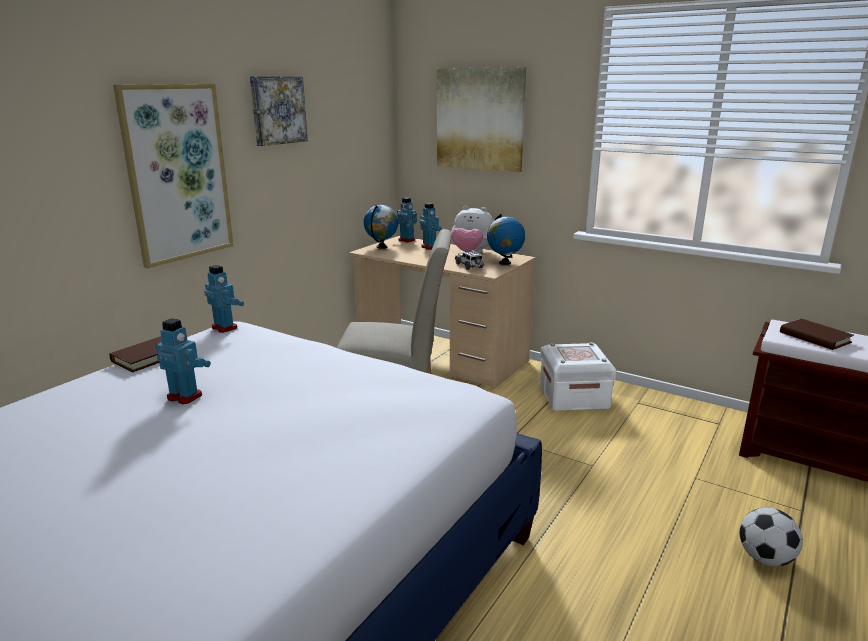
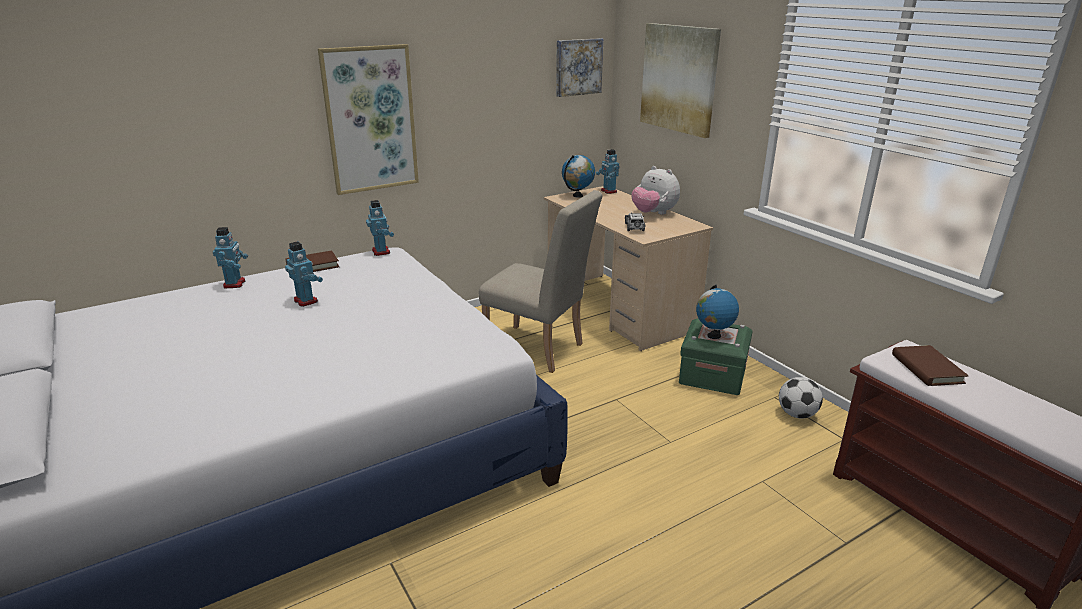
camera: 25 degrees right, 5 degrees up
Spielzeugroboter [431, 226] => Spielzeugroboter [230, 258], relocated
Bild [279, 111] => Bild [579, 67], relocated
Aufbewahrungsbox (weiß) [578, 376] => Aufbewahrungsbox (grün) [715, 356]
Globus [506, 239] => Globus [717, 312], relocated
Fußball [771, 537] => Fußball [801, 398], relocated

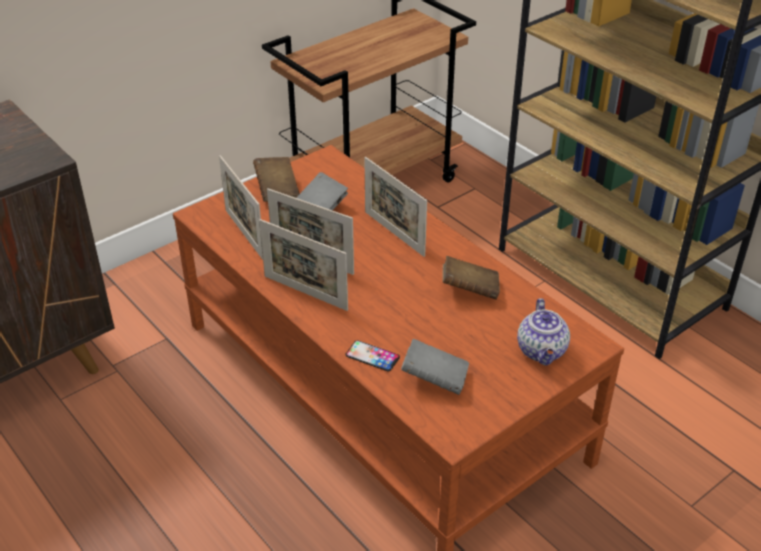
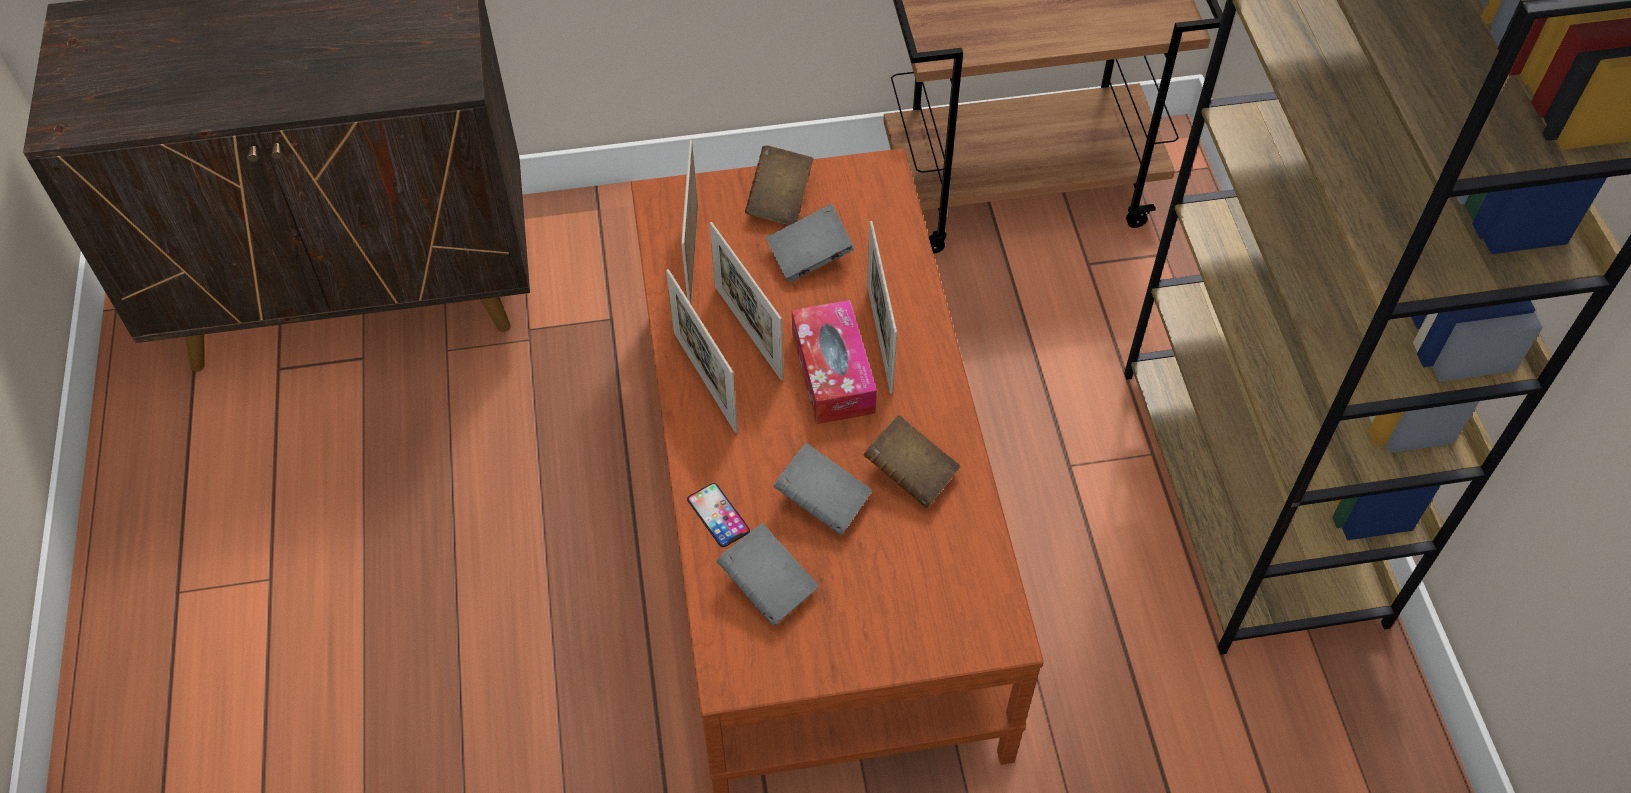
camera: 30 degrees right, 15 degrees up
nothing => Buch (grau) [822, 489]
nothing => Taschentuchbox [834, 362]
Teekanne [543, 331] => nothing

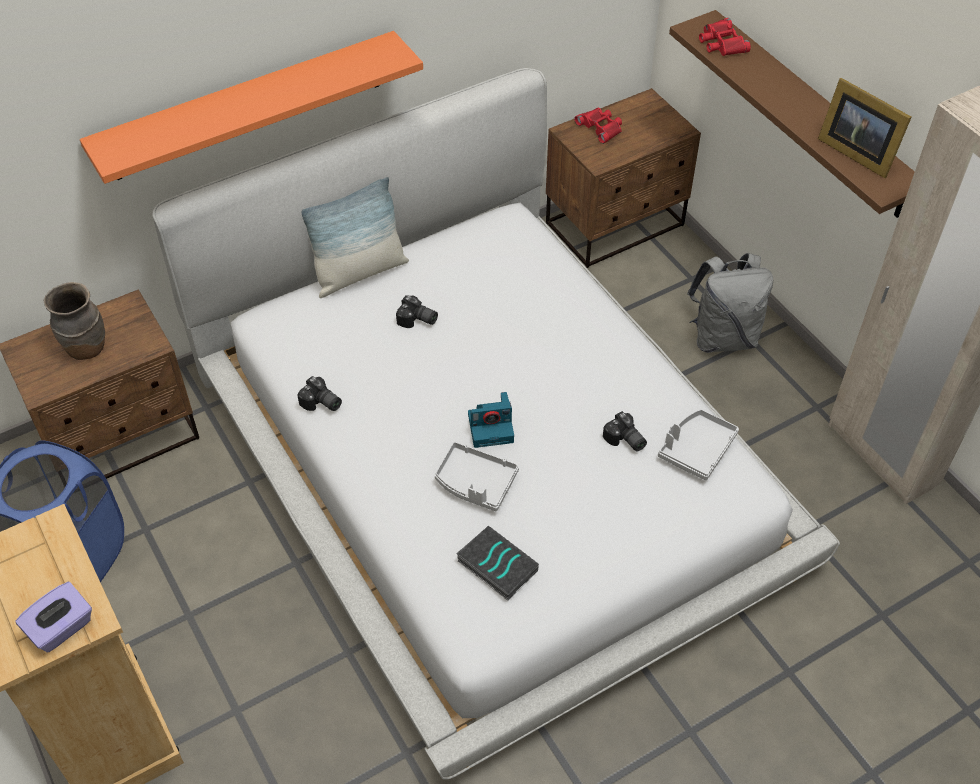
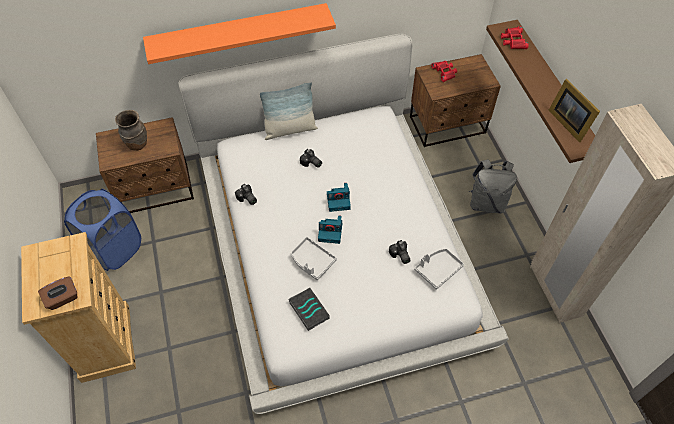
camera: 15 degrees right, 5 degrees up
Taschentuchbox (lila) [54, 617] => Taschentuchbox (braun) [57, 293]
nothing => Kamera [339, 197]

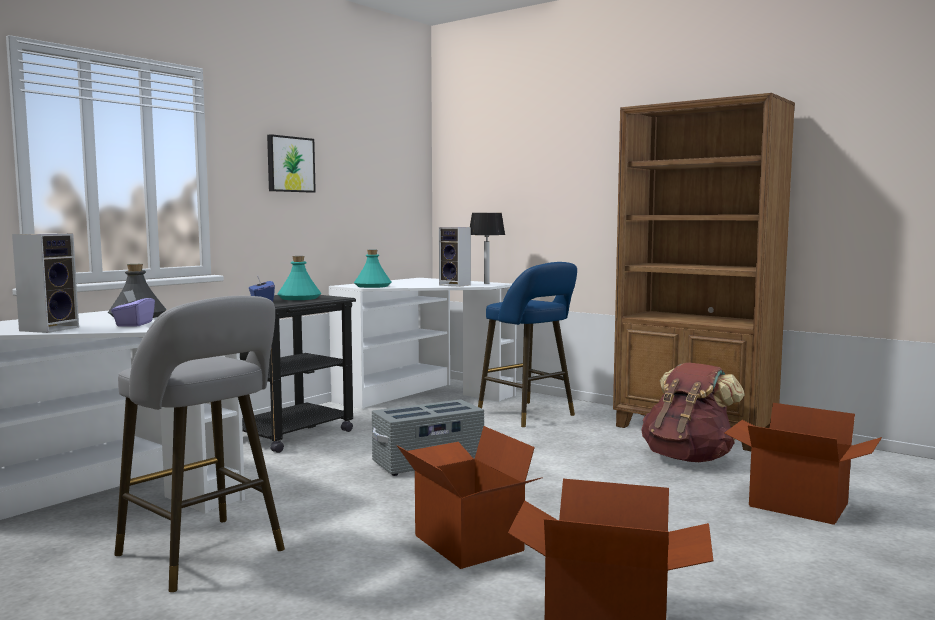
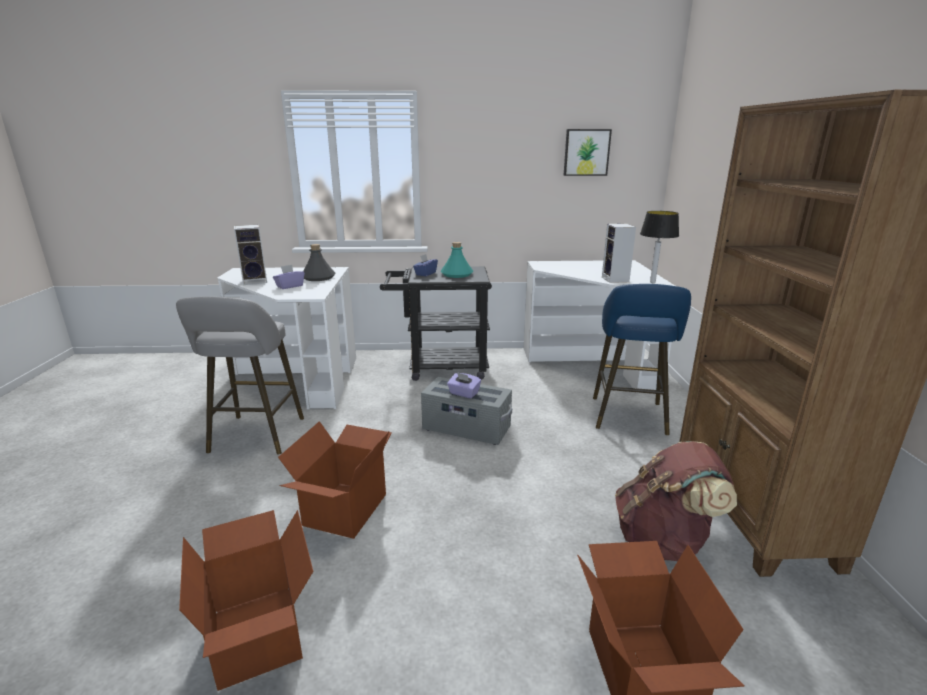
camera: 50 degrees right, 15 degrees up
nothing => Taschentuchbox (lila) [464, 385]
Bild [291, 163] => Bild [588, 152], relocated
Flasche (türkis) [372, 269] => nothing

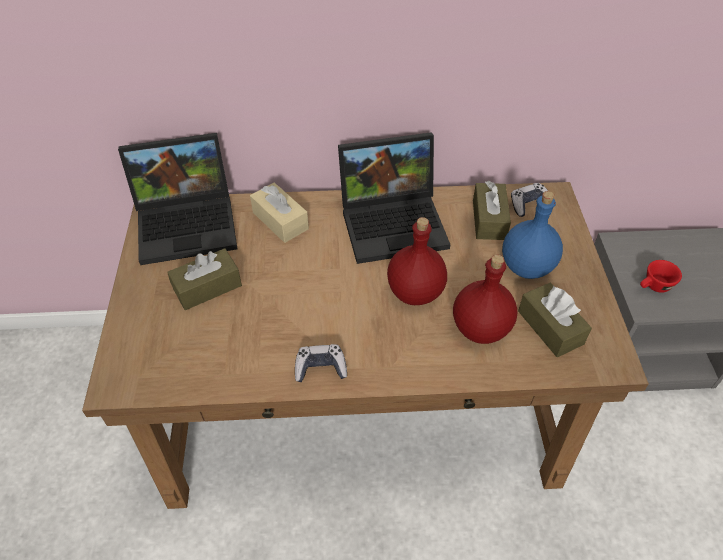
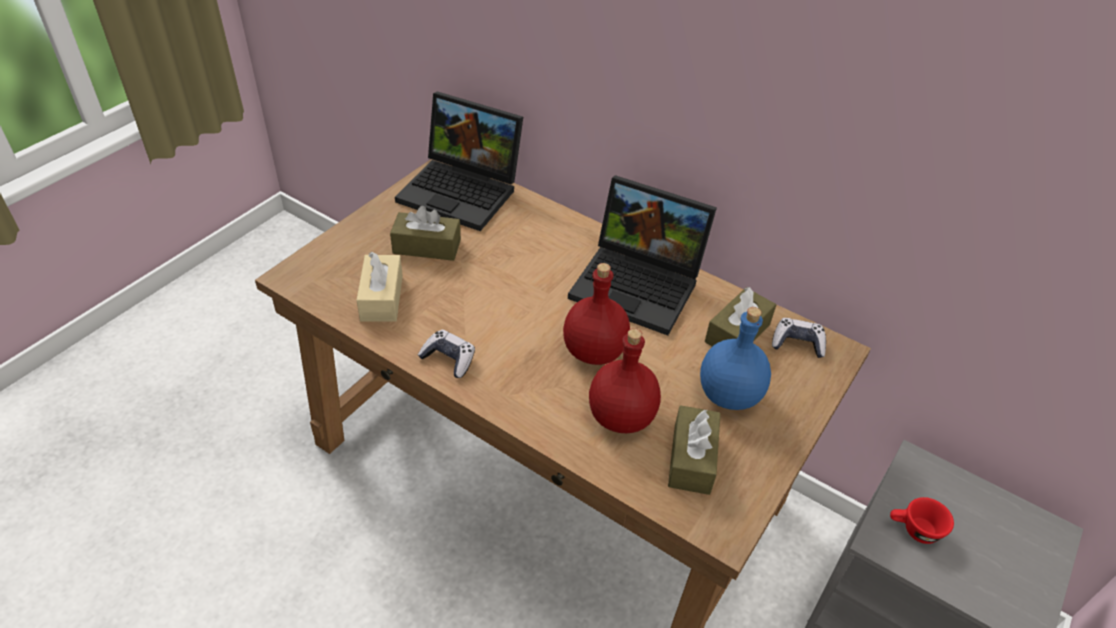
camera: 35 degrees right, 5 degrees down
Taschentuchbox (beige) [279, 213] => Taschentuchbox (beige) [379, 287], relocated

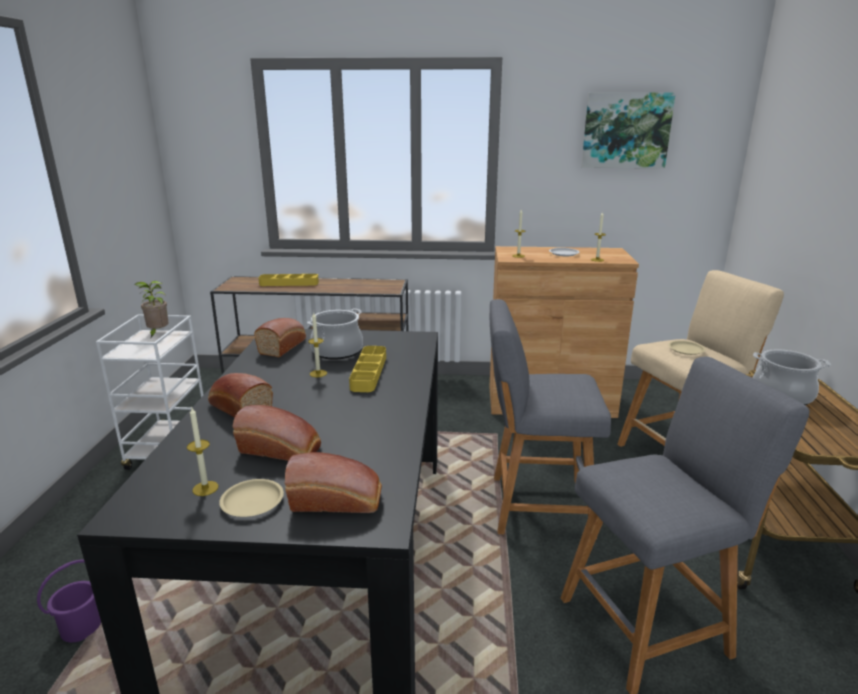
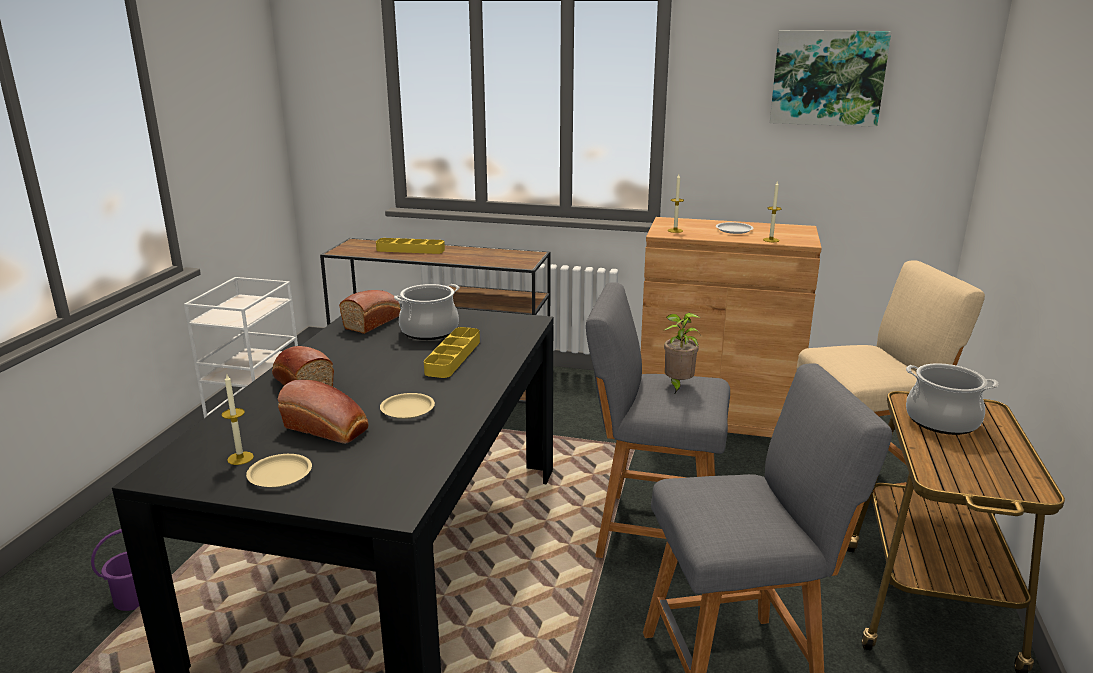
camera: 10 degrees right, 0 degrees up
Teller (beige) [687, 348] => Teller (beige) [407, 406], relocated
Topfpflanze [152, 309] => Topfpflanze [682, 353], relocated
Brot [333, 482] => nothing
Kerze [317, 345] => nothing

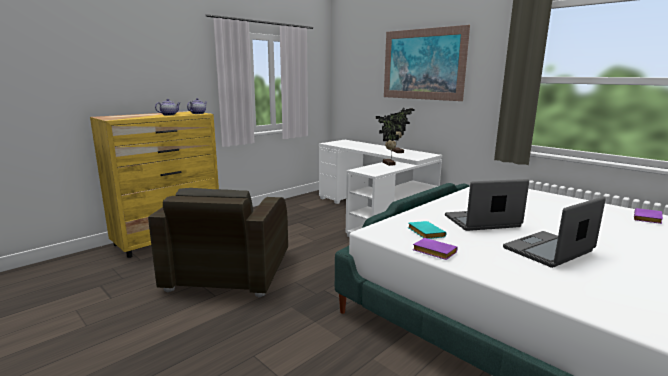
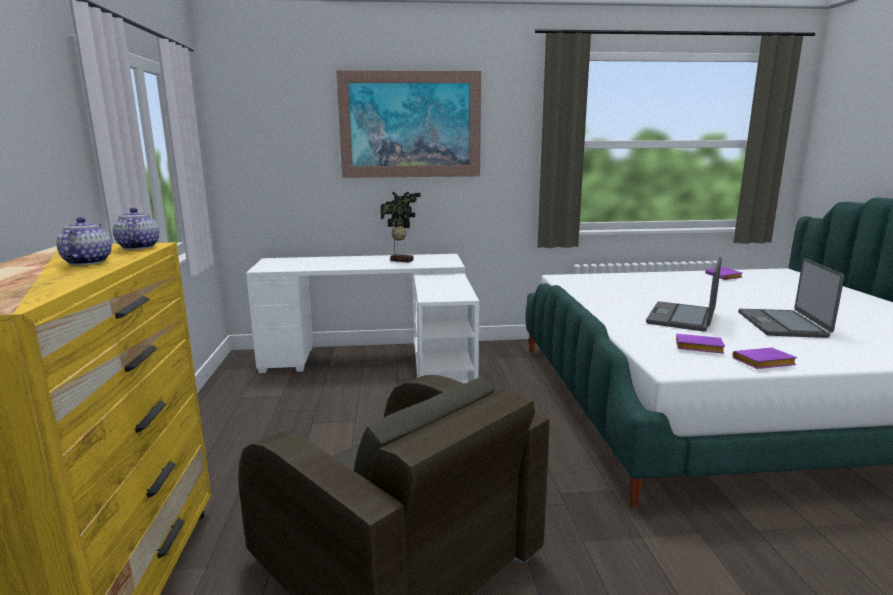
camera: 50 degrees left, 0 degrees up
Buch (türkis) [427, 230] => Buch (lila) [700, 344]
Topfpflanze [390, 140] => nothing

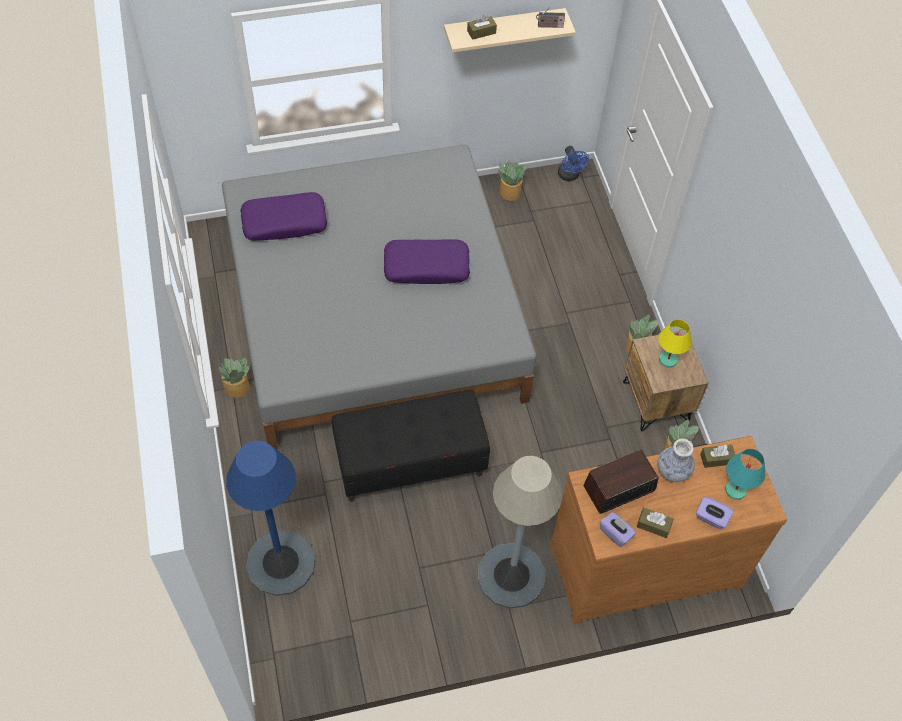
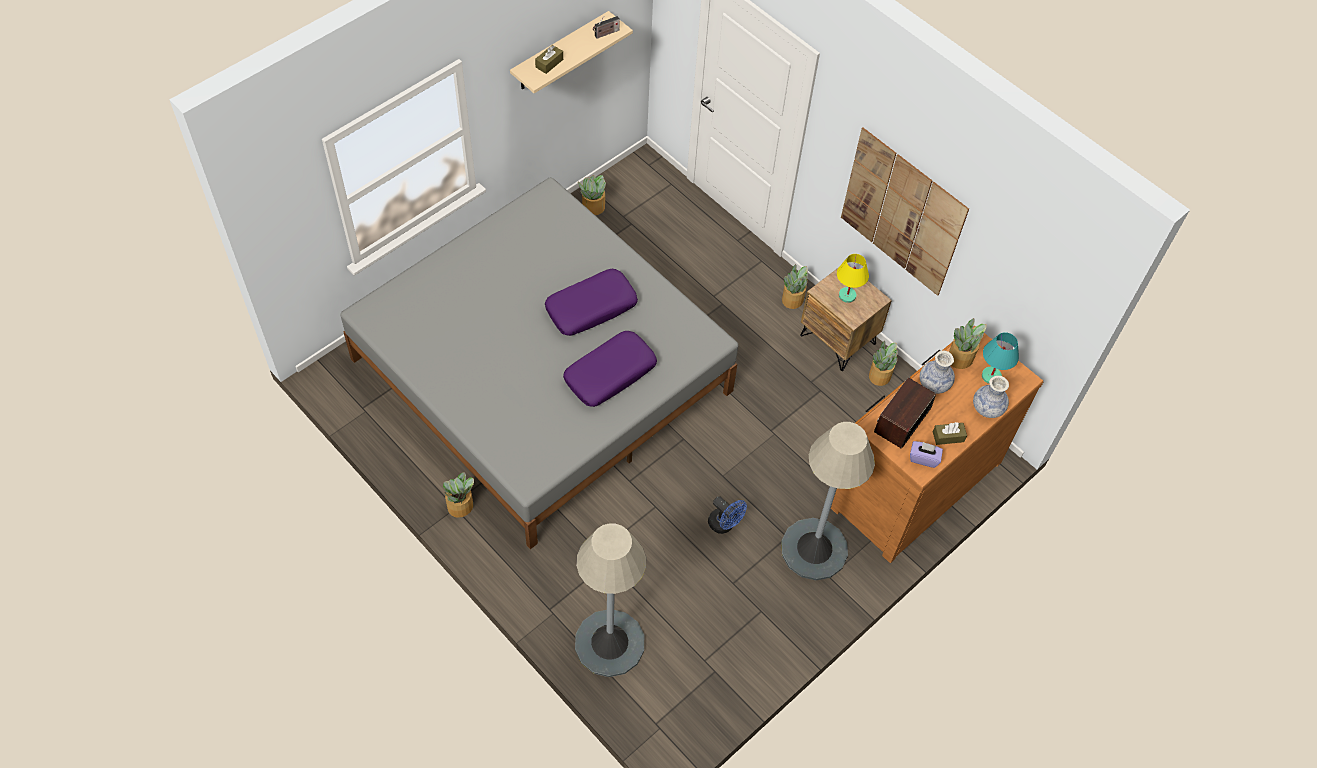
camera: 30 degrees left, 0 degrees up
Kissen (lila) [283, 216] => Kissen (lila) [610, 369], relocated
Stehlampe (blau) [270, 518] => Stehlampe (grau) [610, 600]
Ventilator (blau) [573, 163] => Ventilator (blau) [727, 515], relocated
nothing => Bild [905, 211]
Taschentuchbox (braun) [717, 456] => Topfpflanze [967, 343]
Taschentuchbox (lila) [715, 512] => Vase [991, 397]
Bank (schwarz) [411, 446] => nothing

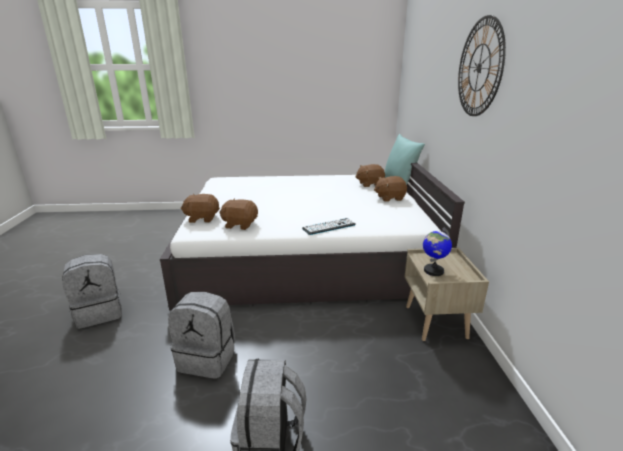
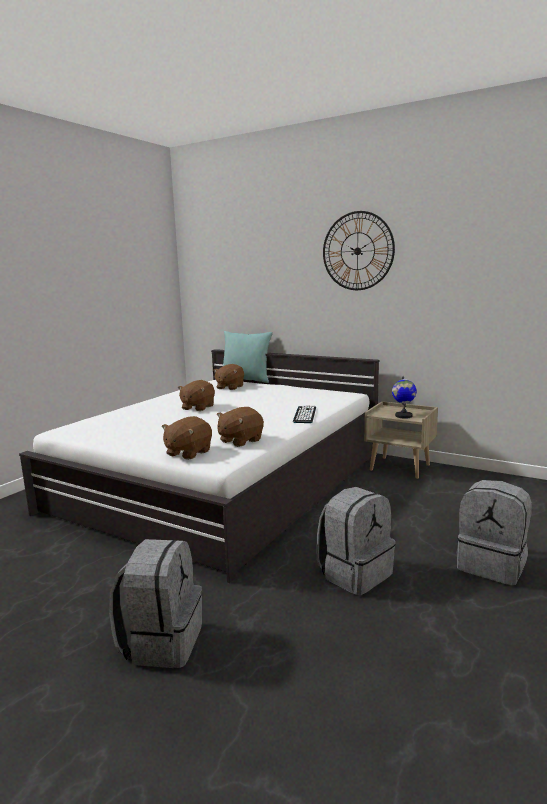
camera: 55 degrees left, 10 degrees down
Plüschtier (braun) [390, 189] => Plüschtier (braun) [196, 395], relocated

